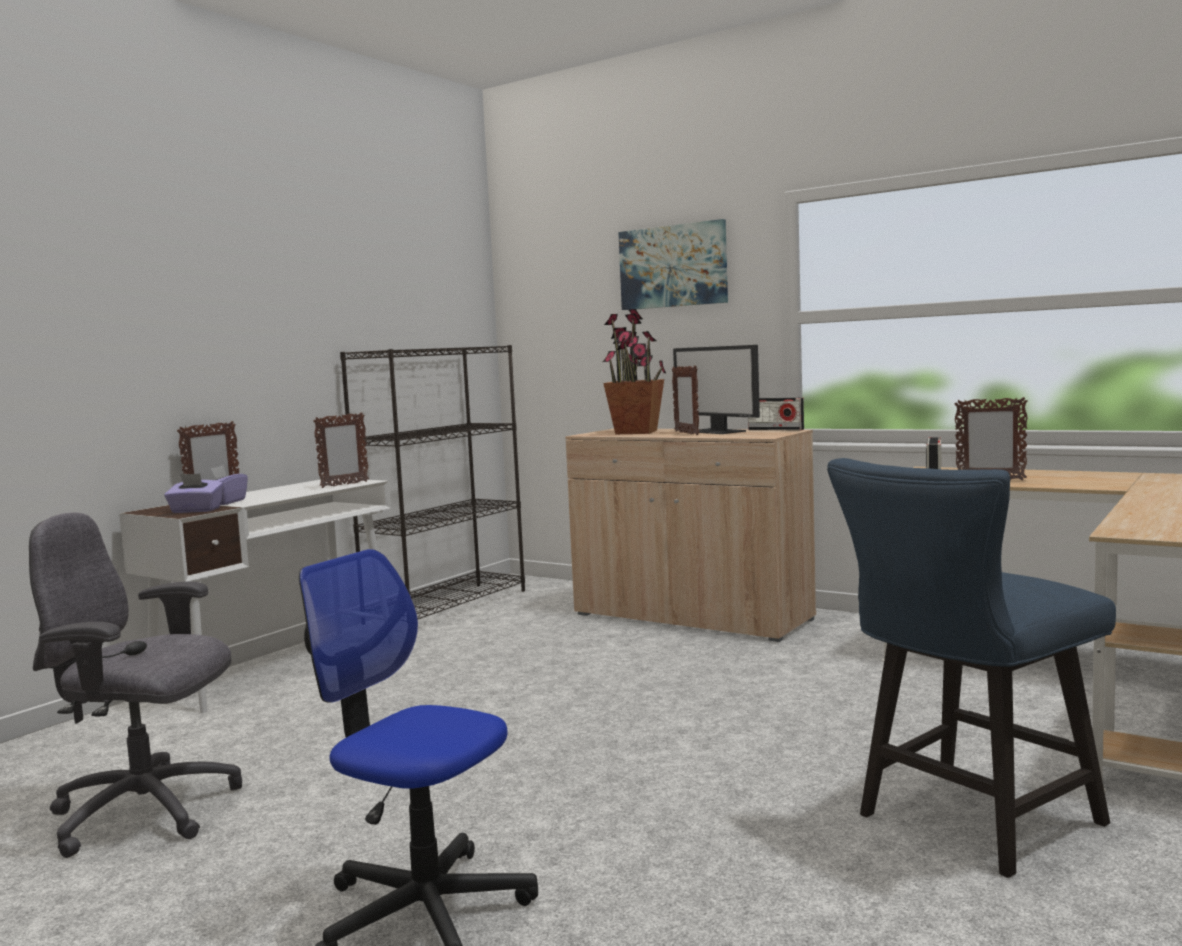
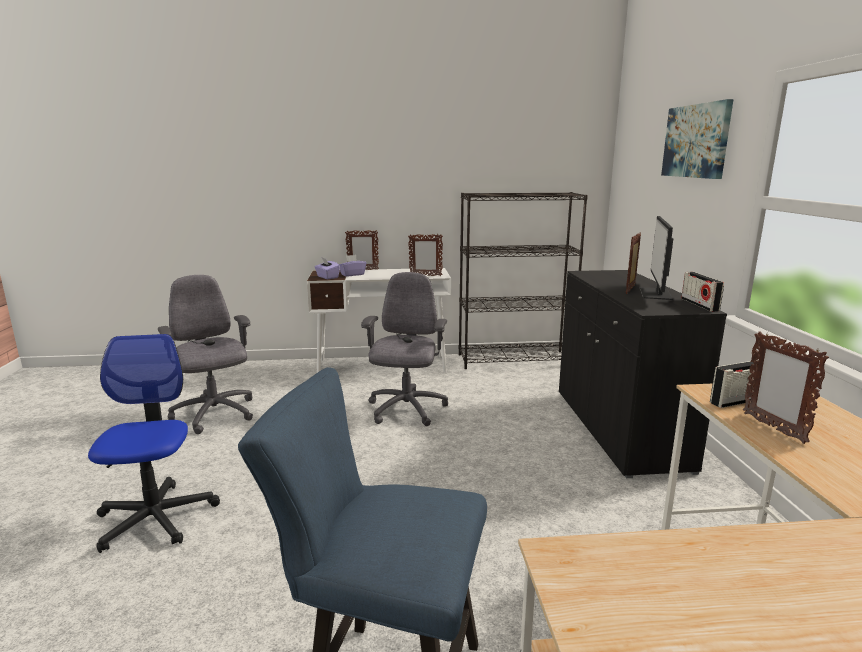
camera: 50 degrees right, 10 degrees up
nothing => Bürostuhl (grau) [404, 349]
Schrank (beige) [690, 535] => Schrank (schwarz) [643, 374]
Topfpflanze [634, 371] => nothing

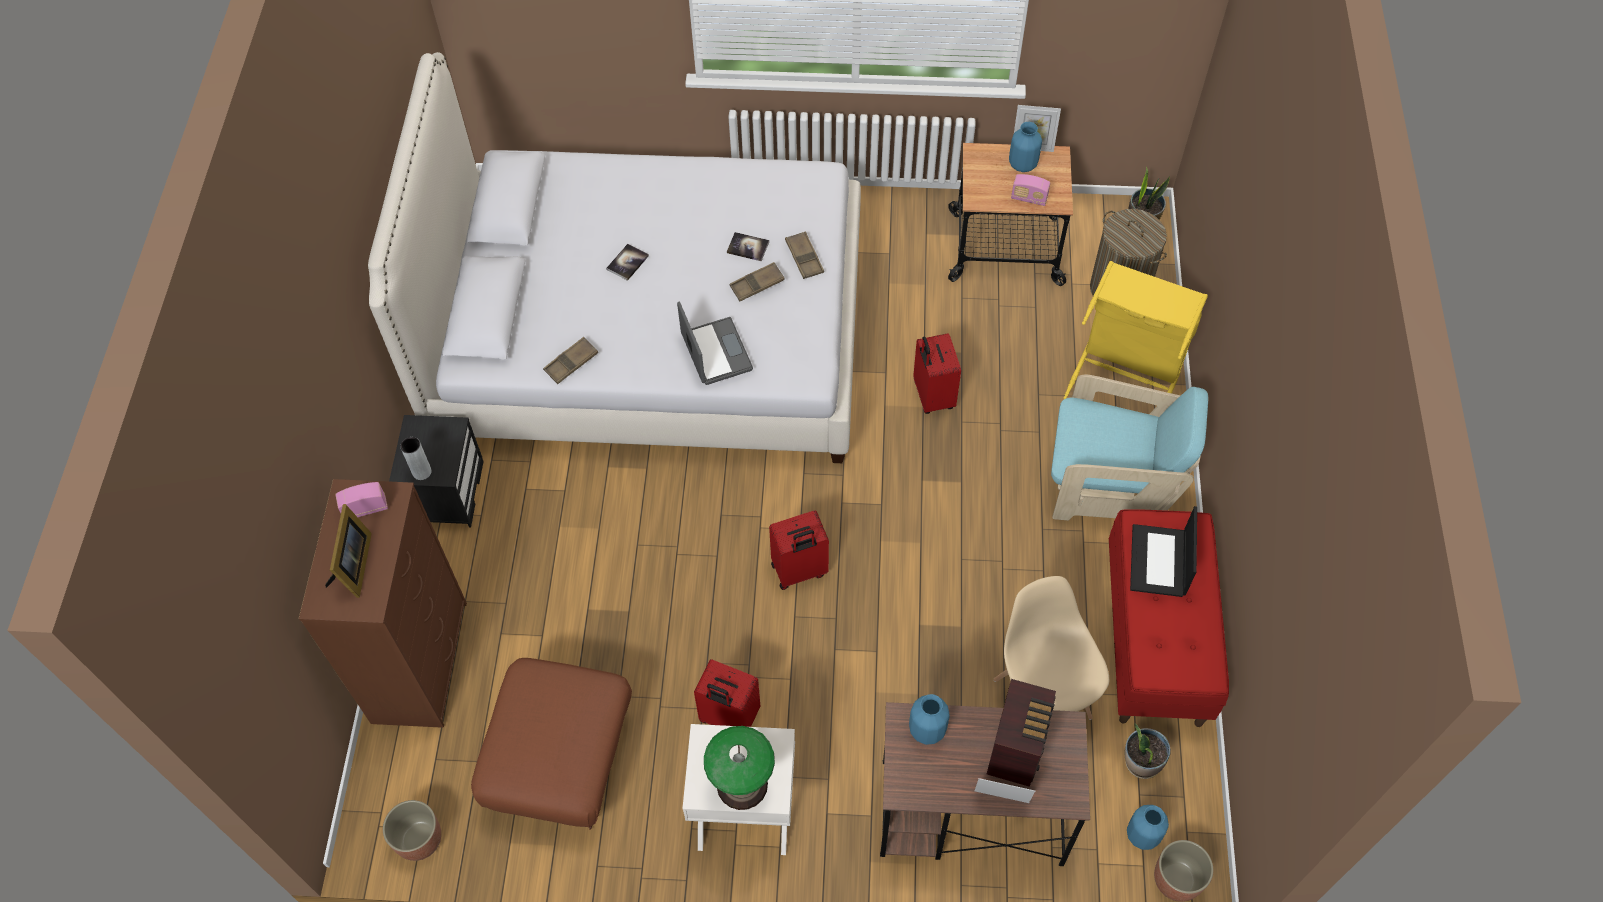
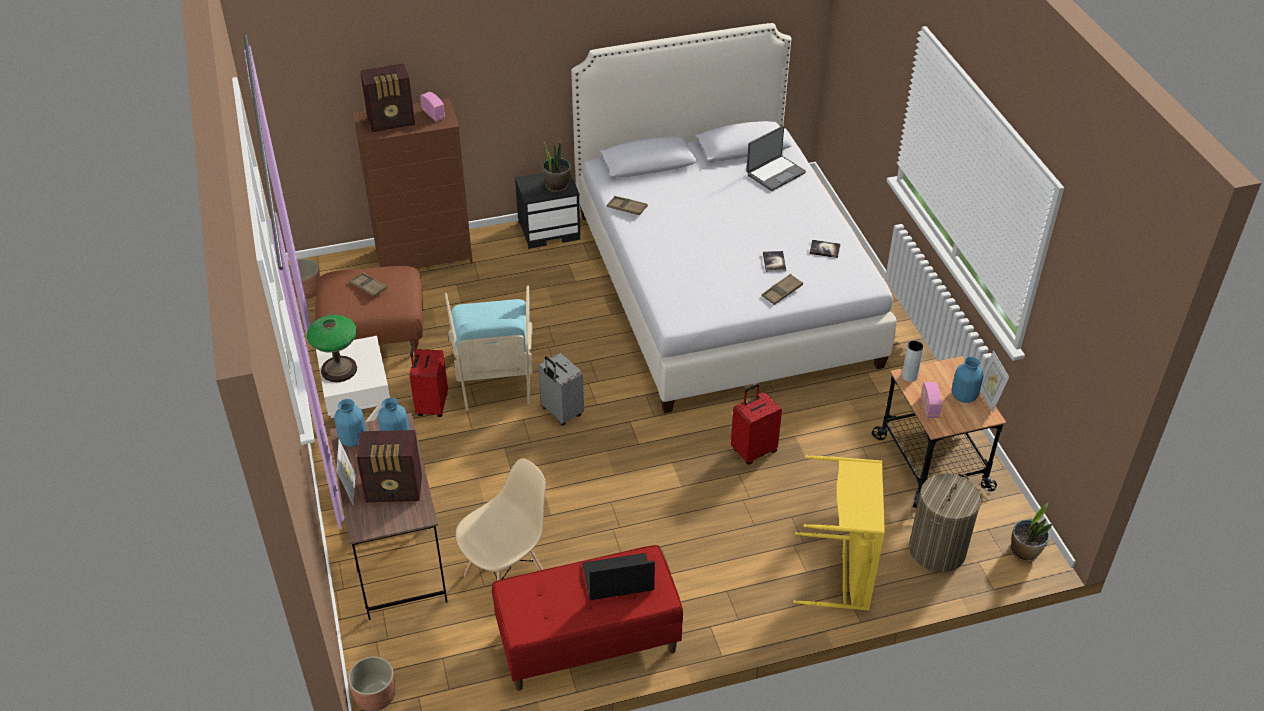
camera: 70 degrees right, 15 degrees down
Vase (blau) [1148, 827] => Vase (blau) [350, 423], relocated
Tablett (braun) [757, 282] => Tablett (braun) [368, 284], relocated
Bilderrahmen [348, 551] => Radio [387, 97]
Sessel (türkis) [1129, 448] => Sessel (türkis) [489, 348], relocated
Koffer (rot) [799, 550] => Koffer (grau) [561, 389]
Topfpflanze [1148, 751] => Topfpflanze [556, 165], relocated
Laptop [715, 343] => Laptop [776, 158], relocated
Buch [627, 262] => Buch [824, 249], relocated
Vase (grau) [416, 458] => Vase (grau) [913, 361], relocated

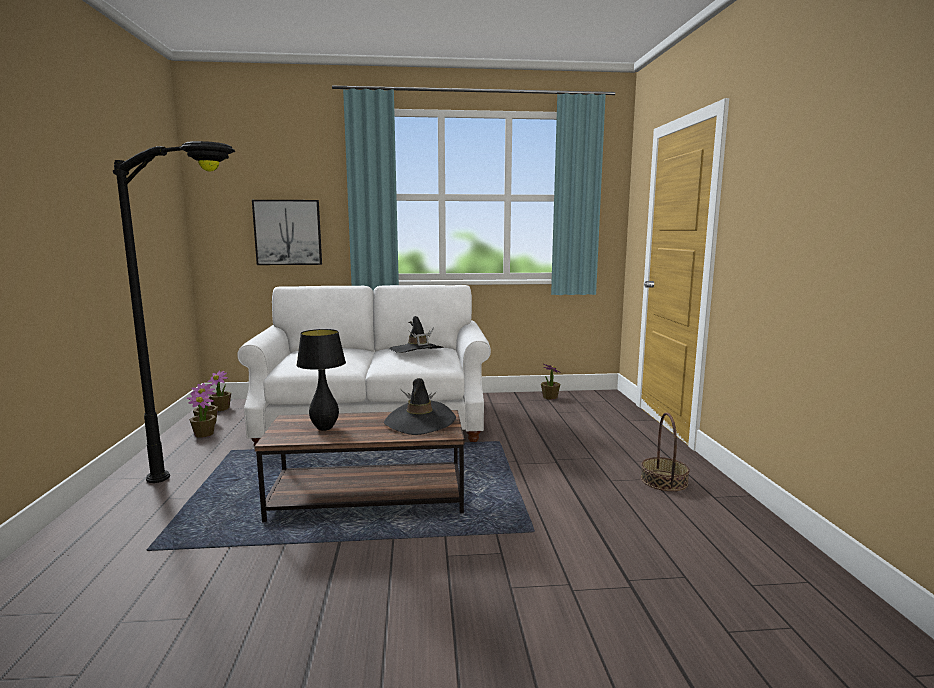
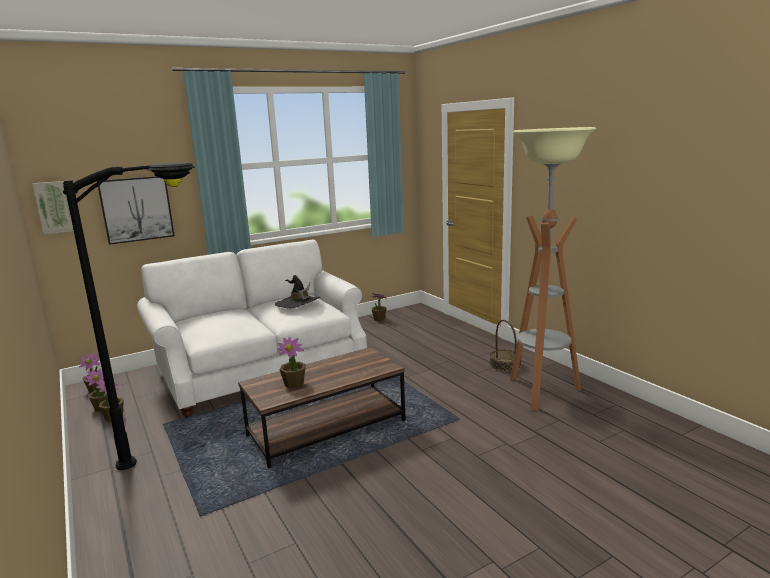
camera: 25 degrees left, 5 degrees up
nothing => Bild [53, 207]
Tischlampe (schwarz) [321, 380] => Topfpflanze [291, 362]
nothing => Stehlampe [553, 269]
Hut (schwarz) [420, 406] => nothing

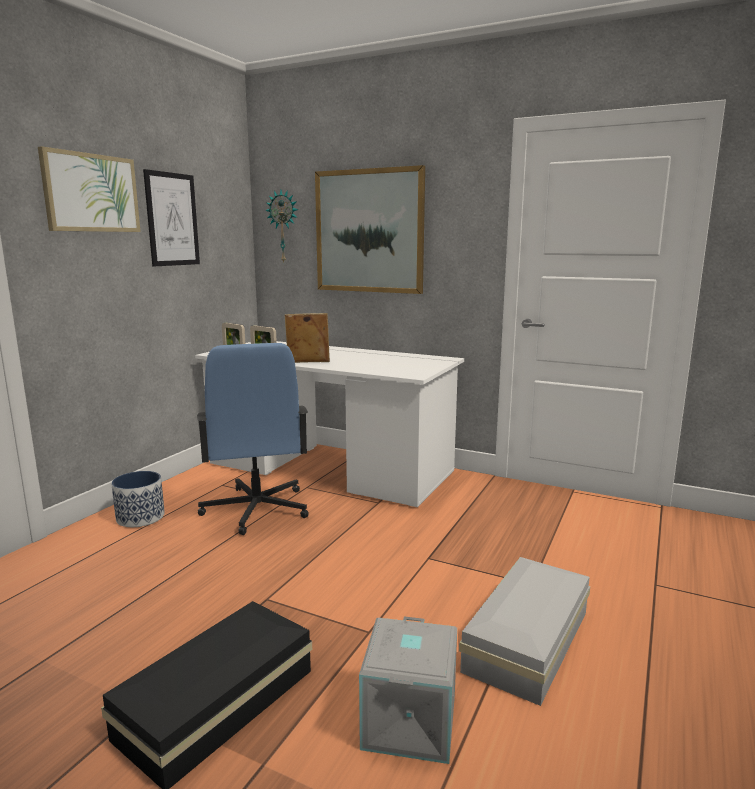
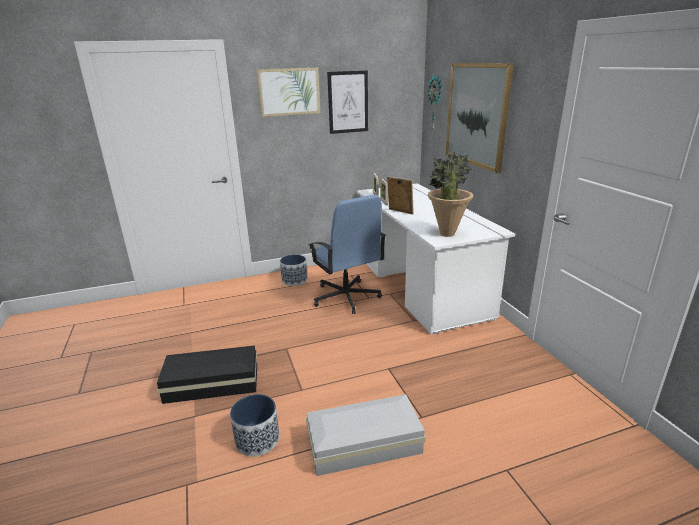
camera: 45 degrees right, 10 degrees up
Aufbewahrungsbox (grau) [408, 690] => Pflanzkübel [254, 425]
Bürostuhl (blau) [253, 439] => Bürostuhl (blau) [347, 254], 60 degrees counterclockwise
nothing => Topfpflanze [450, 194]

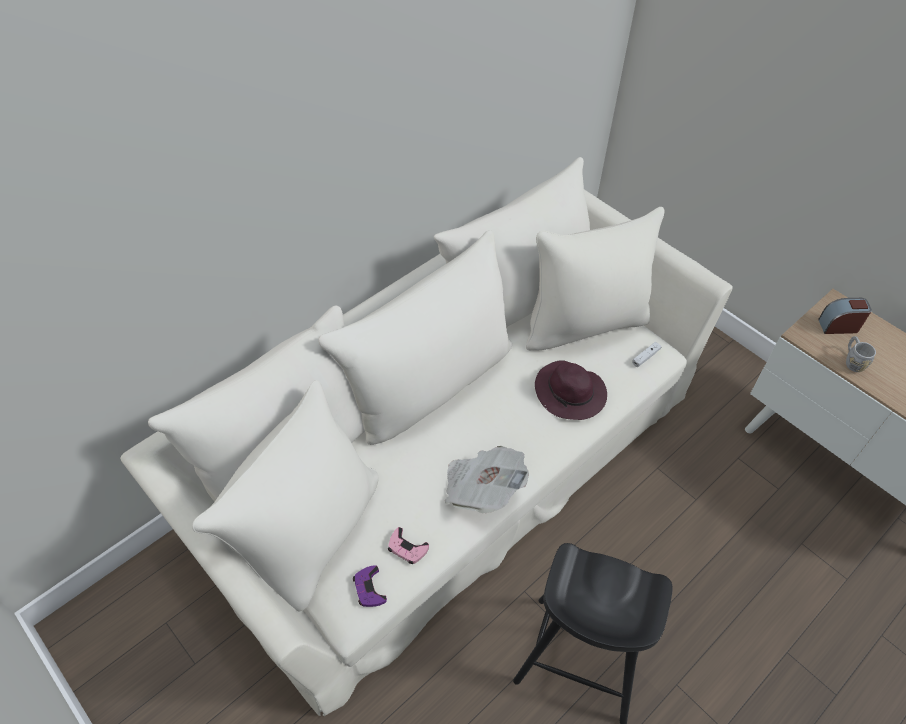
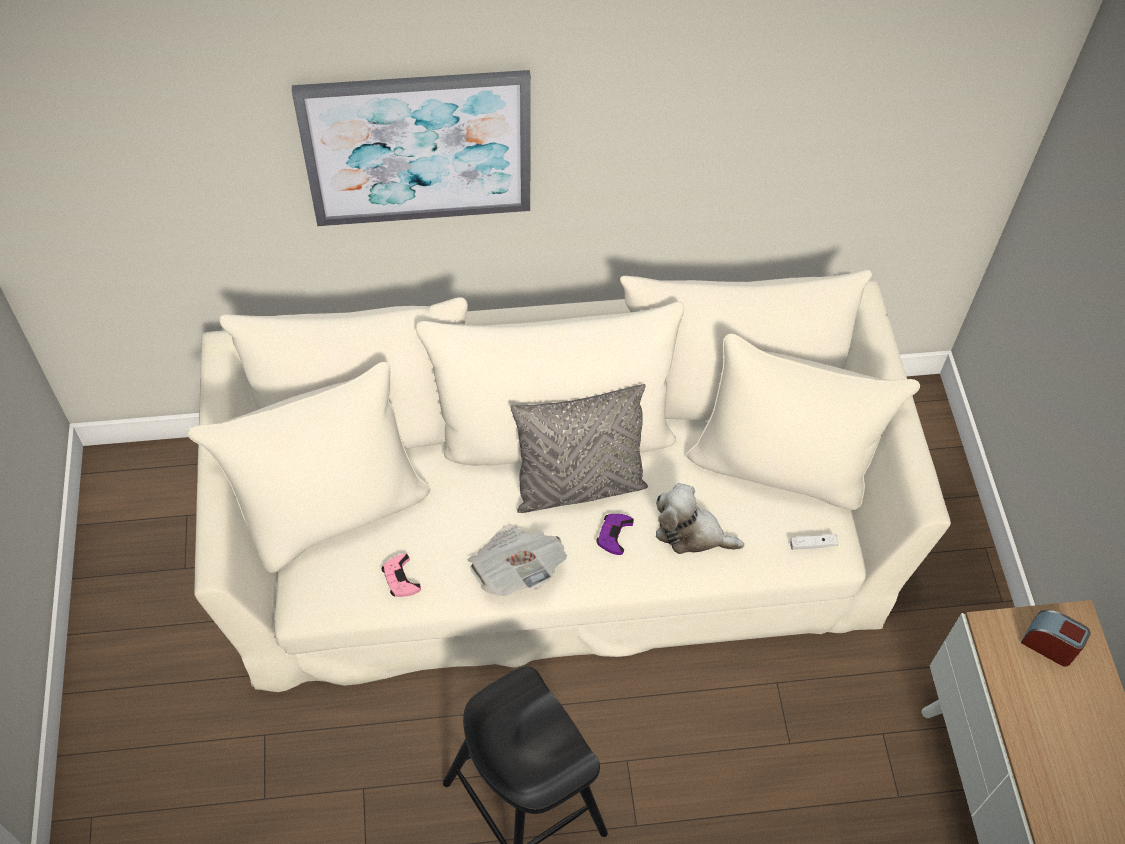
camera: 35 degrees right, 5 degrees up
nothing => Bild [411, 148]
nothing => Kissen (grau) [579, 448]
Gamepad (lila) [370, 586] => Gamepad (lila) [615, 534], relocated
Hut (lila) [571, 390] => Plüschtier [700, 518]
Henkelbecher (grau) [861, 354] => nothing

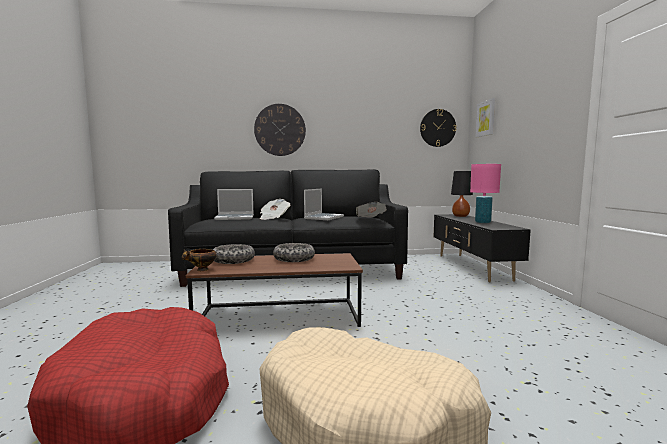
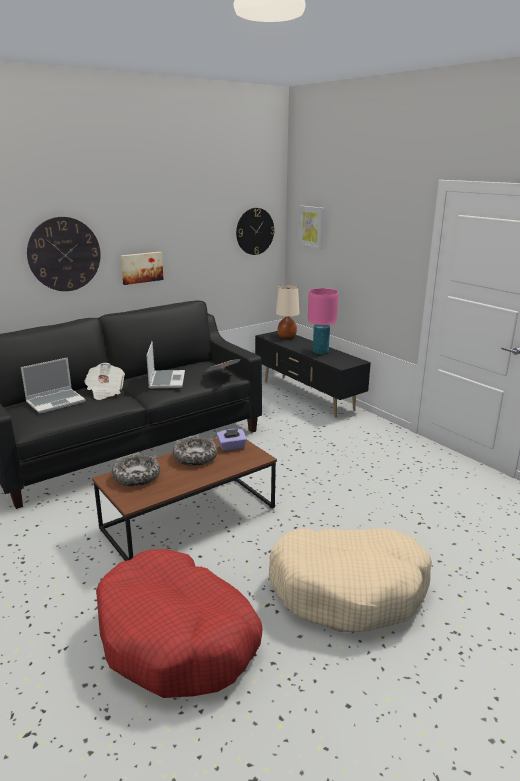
camera: 30 degrees left, 15 degrees up
nothing => Bild [142, 268]
nothing => Taschentuchbox (lila) [232, 440]
Tischlampe (schwarz) [462, 194] => Tischlampe (beige) [287, 312]
Schüssel [199, 260] => nothing

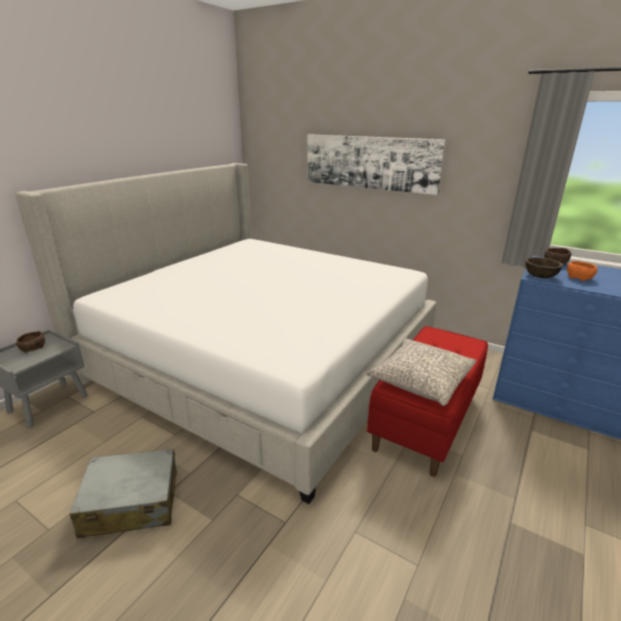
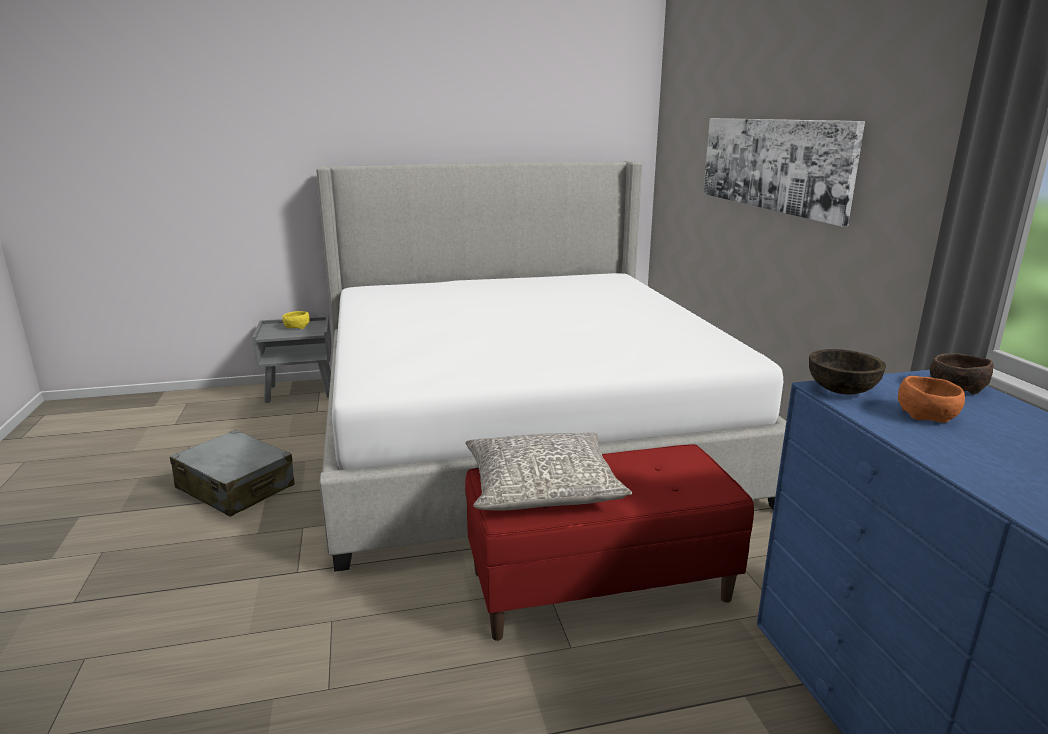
camera: 45 degrees right, 5 degrees down
Schüssel (braun) [31, 341] => Schüssel (gelb) [296, 320]

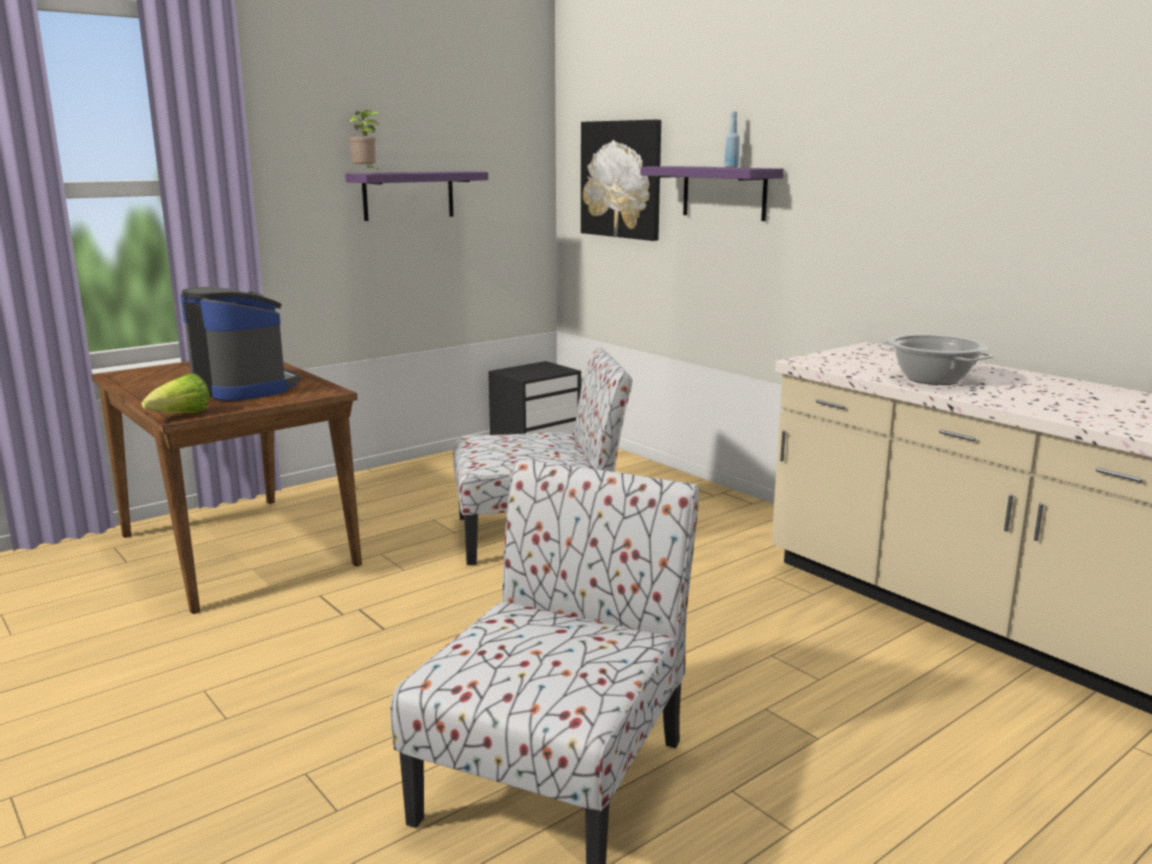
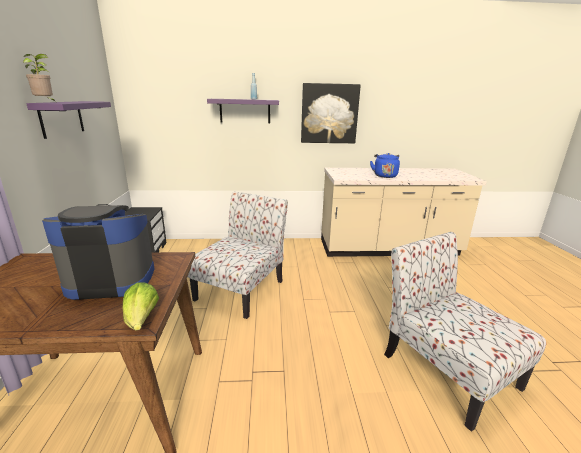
camera: 55 degrees left, 5 degrees up
Bild [621, 180] => Bild [331, 113], relocated
Kochtopf [938, 359] => Wasserkessel (blau) [385, 165]

